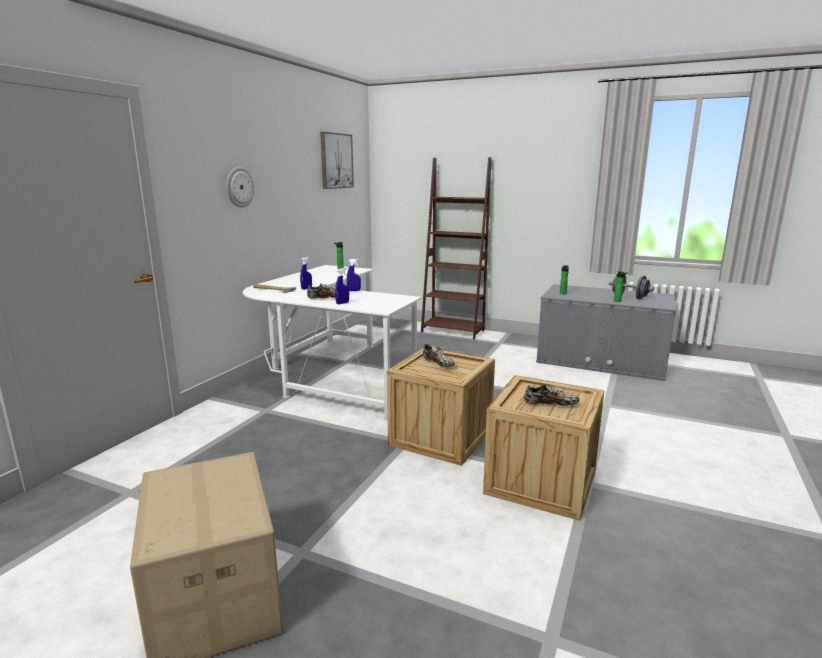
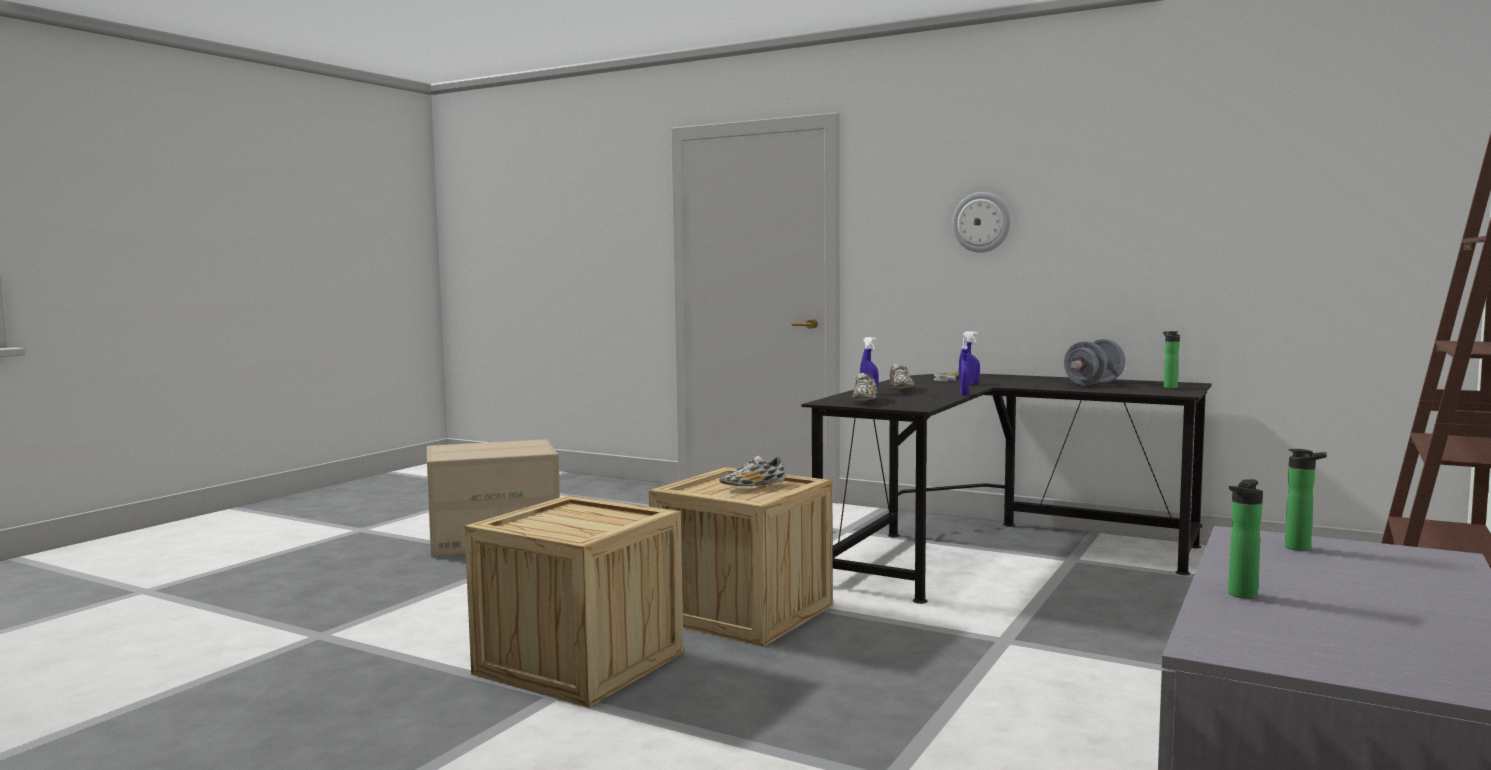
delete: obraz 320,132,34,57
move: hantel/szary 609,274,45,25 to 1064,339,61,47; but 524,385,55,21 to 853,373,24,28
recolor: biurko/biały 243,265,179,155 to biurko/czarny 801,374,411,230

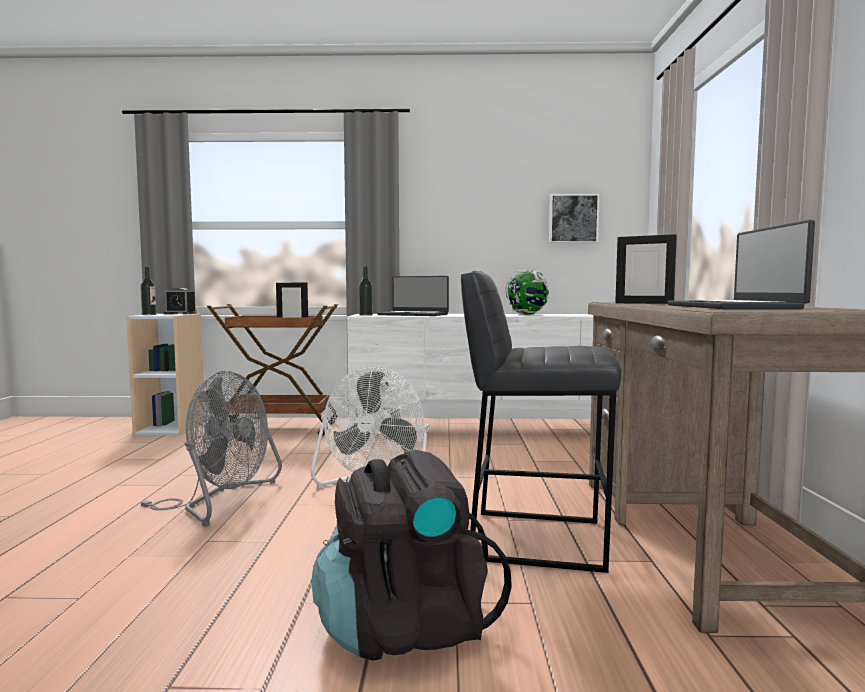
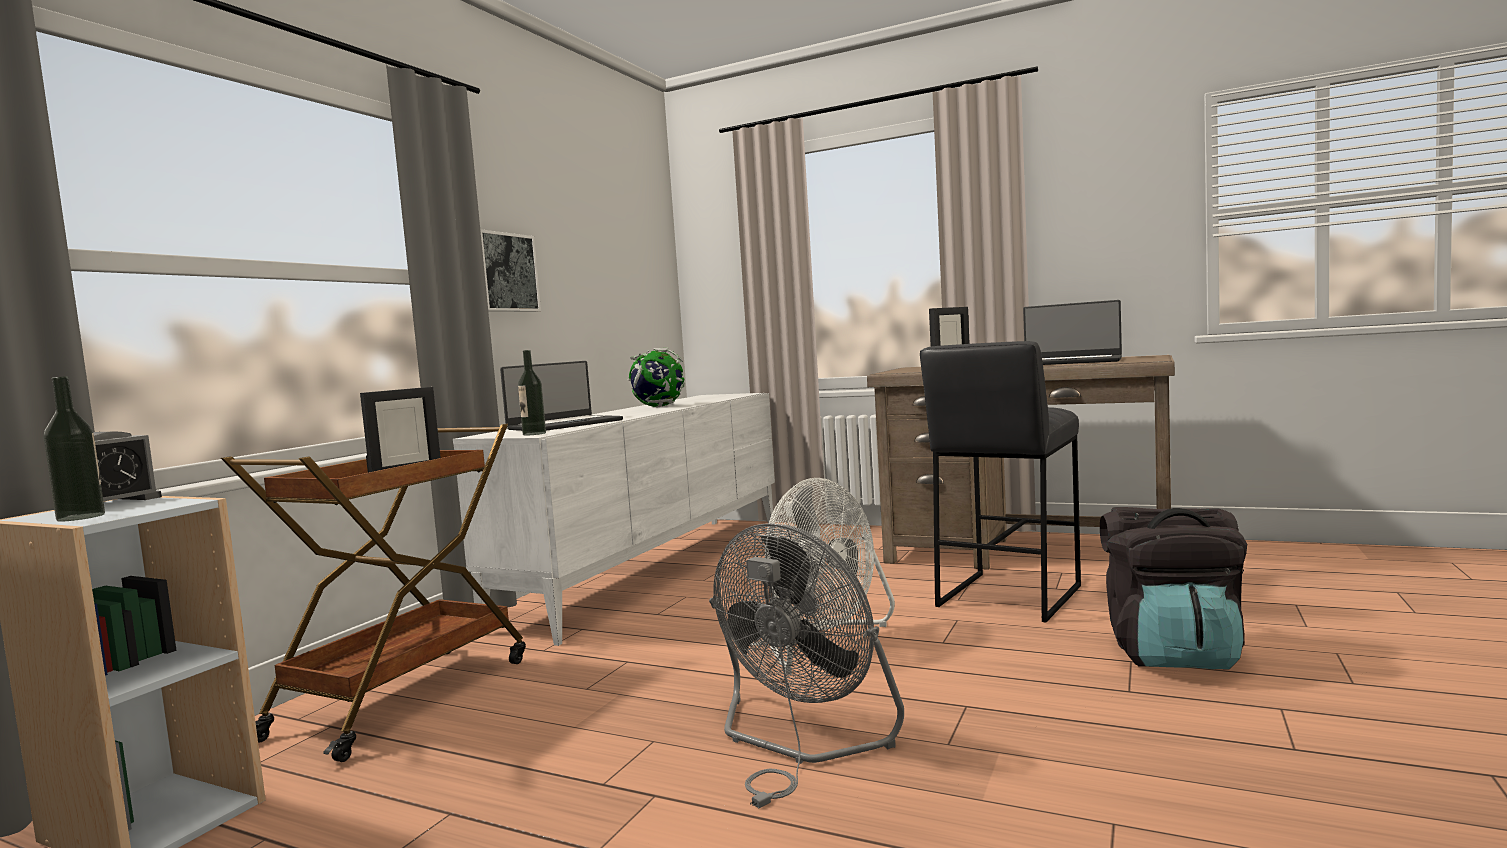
move: obraz 549,194,51,49 to 480,229,61,83

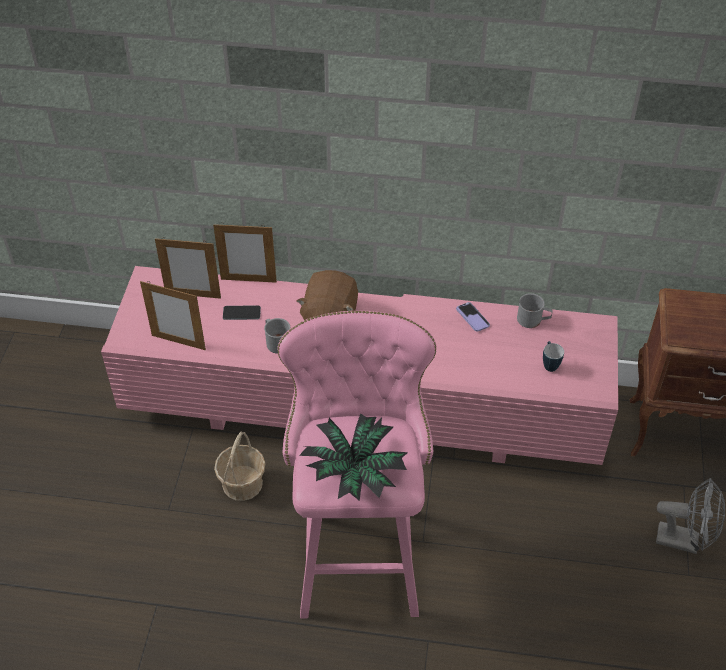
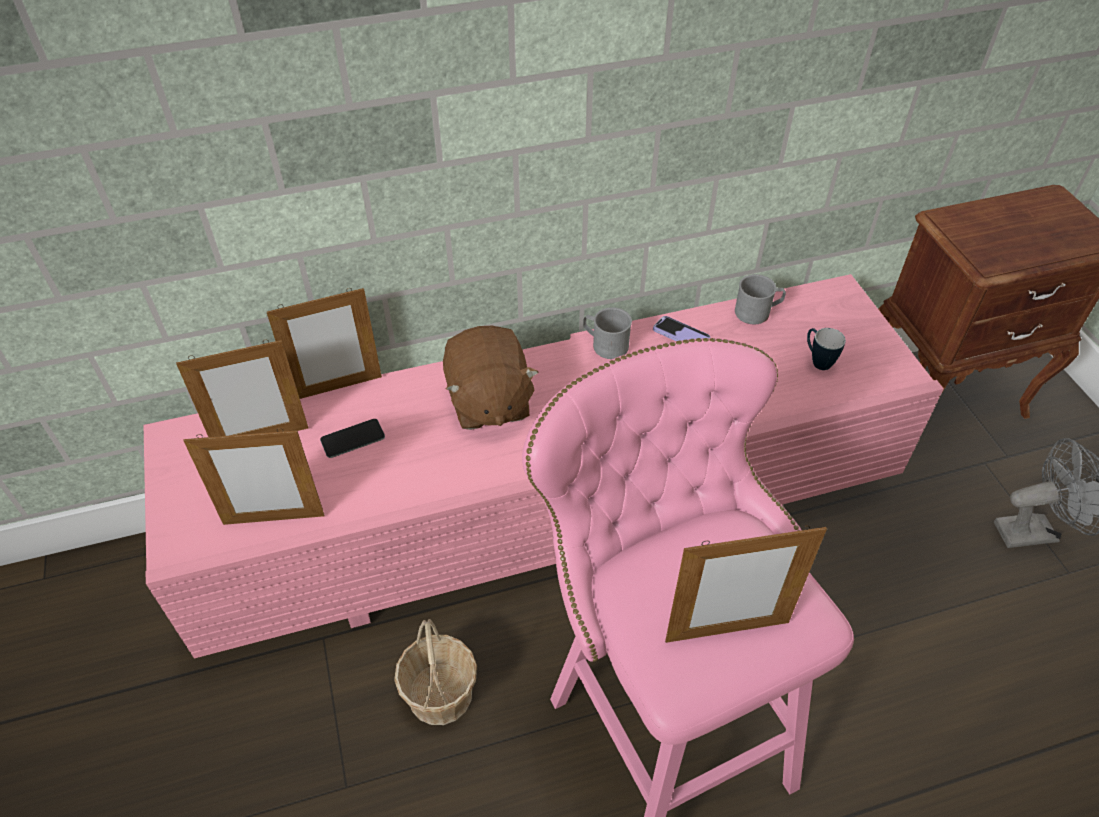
move: kubek/szary 264,318,26,36 to 583,307,49,52
replace: roślina doniczkowa 299,413,109,88 to ramka na zdjęcie 665,526,162,117

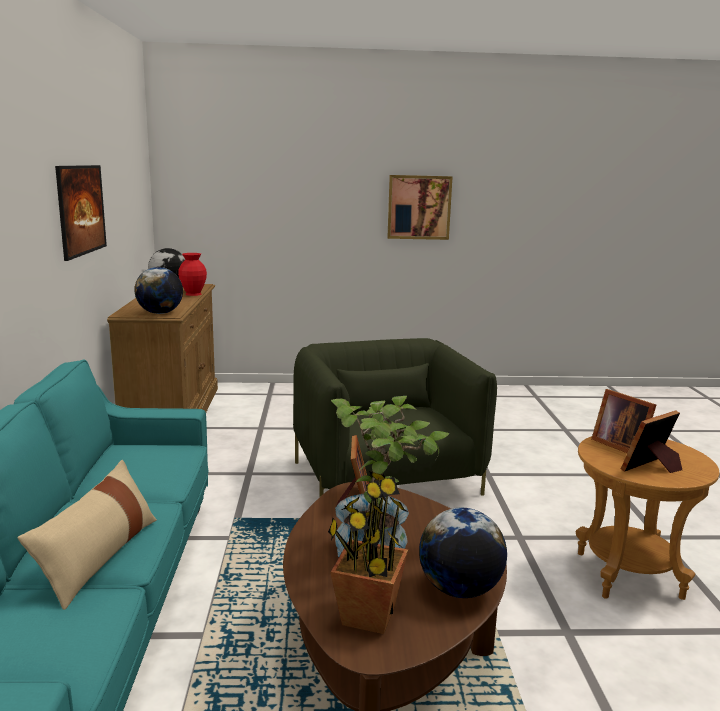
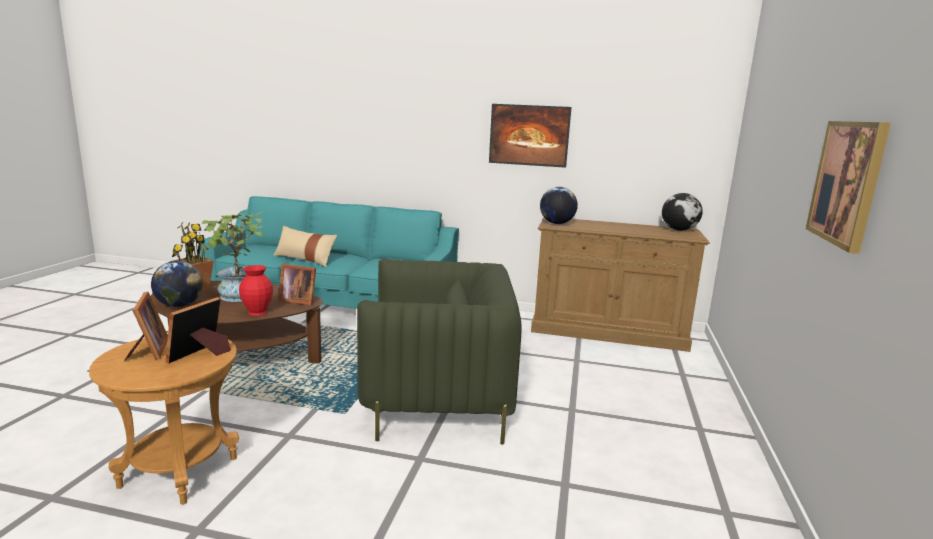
move: wazon/czerwony 178,253,29,43 to 239,265,34,51
rotate: ramka na zdjęcie 591,389,65,64 = 165,297,66,66 45 degrees counterclockwise

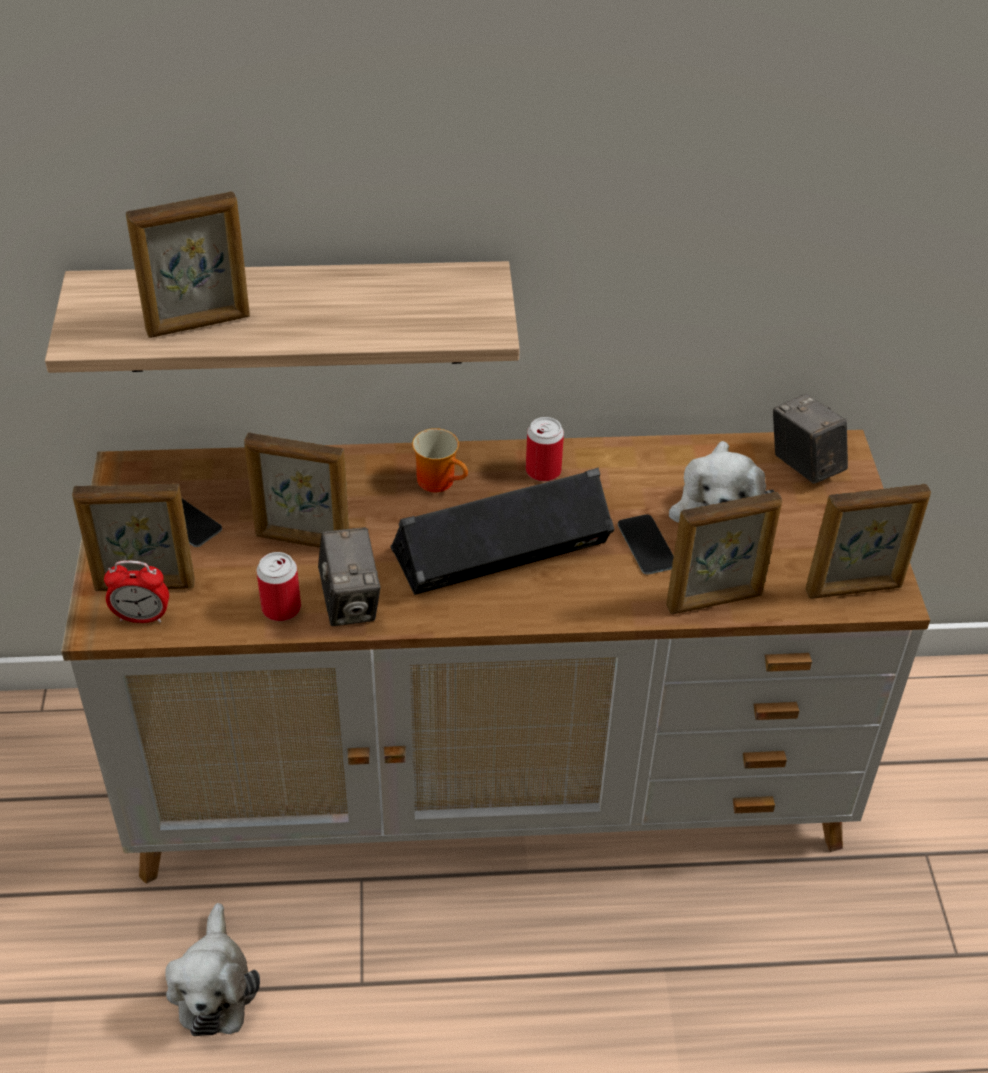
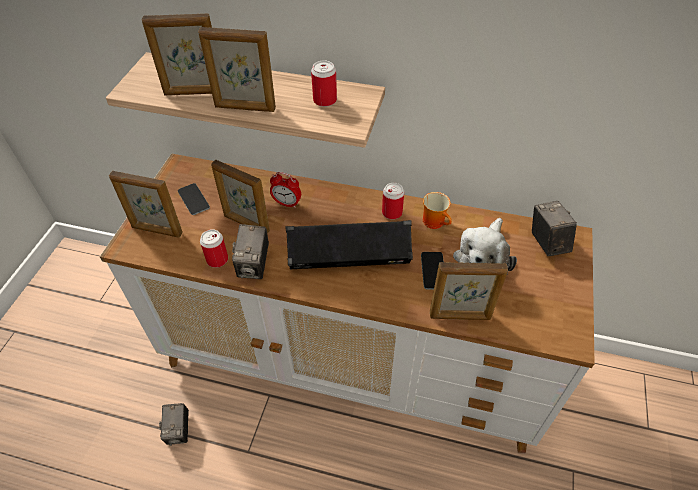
insert: puszka 311,60,26,47
move: kubek 412,428,56,64 to 423,192,29,37; ramka na zdjęcie 805,484,126,115 to 198,27,78,85; budzik 104,560,65,63 to 270,172,31,36
replace: pluszak 165,903,95,133 to aparat fotograficzny 159,403,30,43

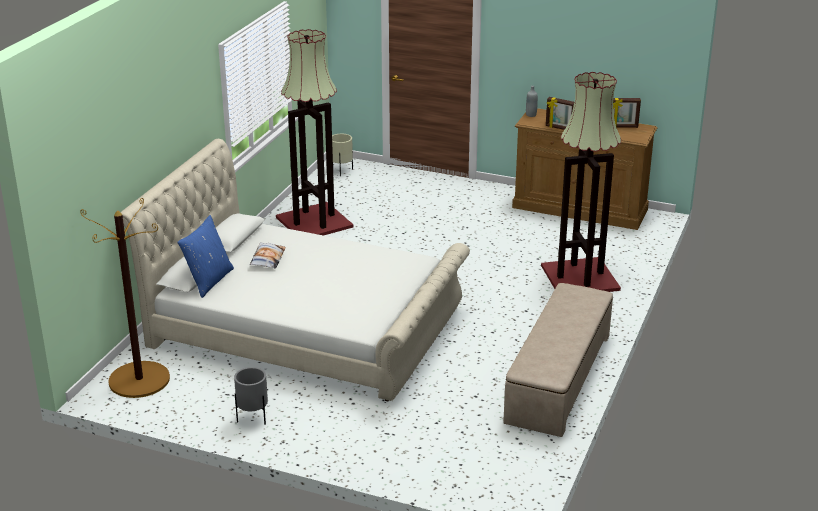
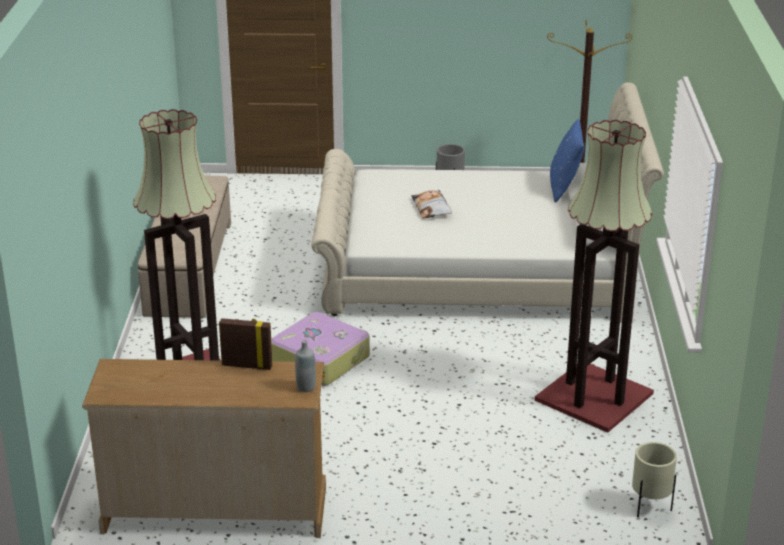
delete: ramka na zdjęcie 613,98,28,30
insert: walizka 271,312,99,74
move: poduszka 250,242,36,27 to 411,190,41,29

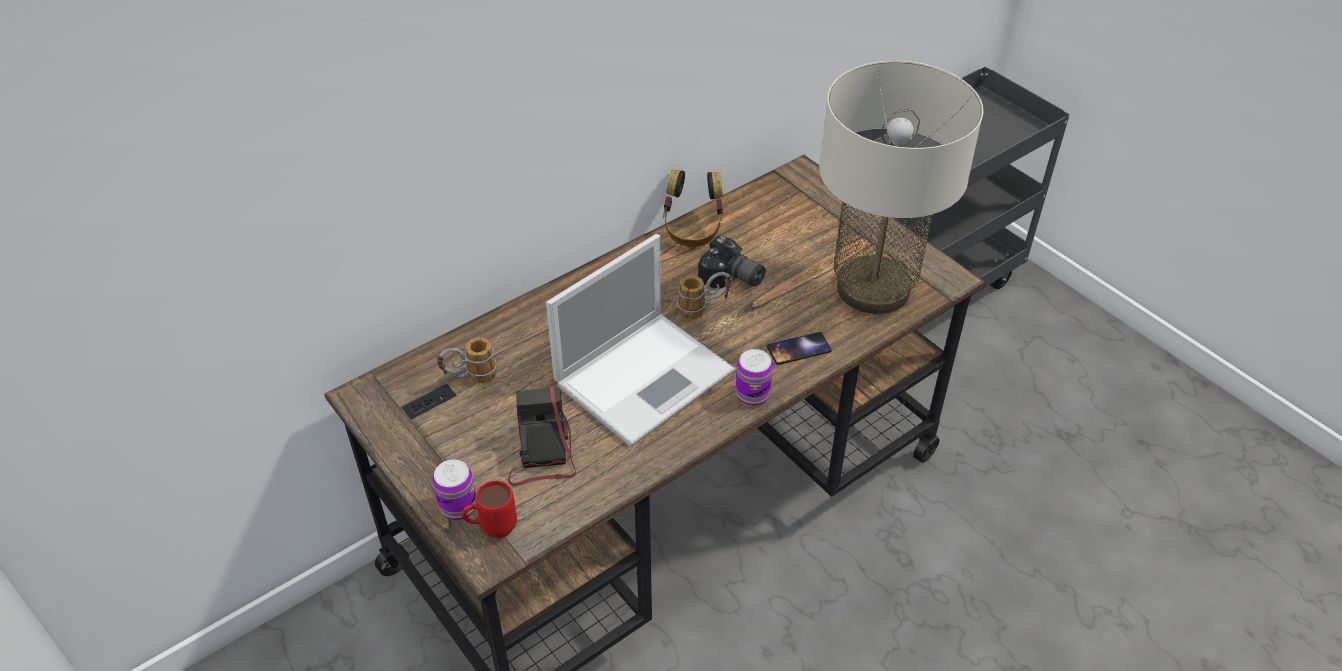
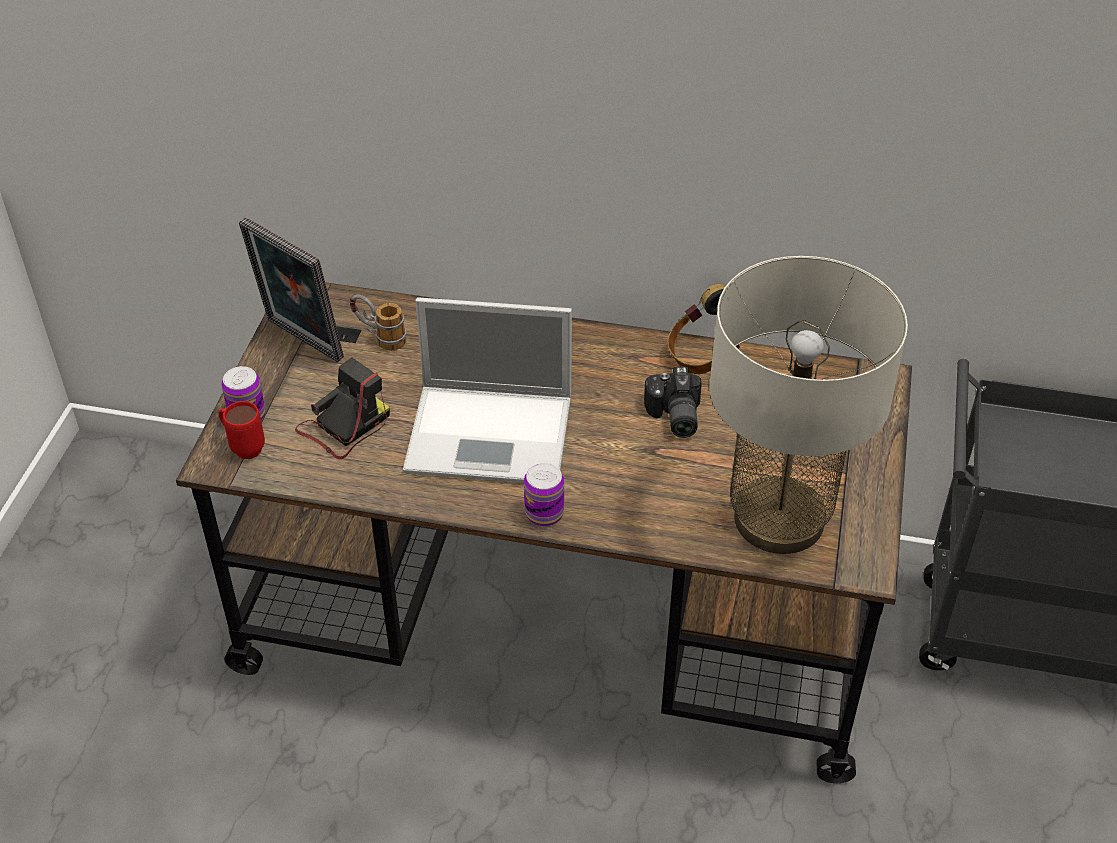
delete: kubek 678,272,54,48; telefon 767,332,65,33
insert: ramka na zdjęcie 239,217,105,145

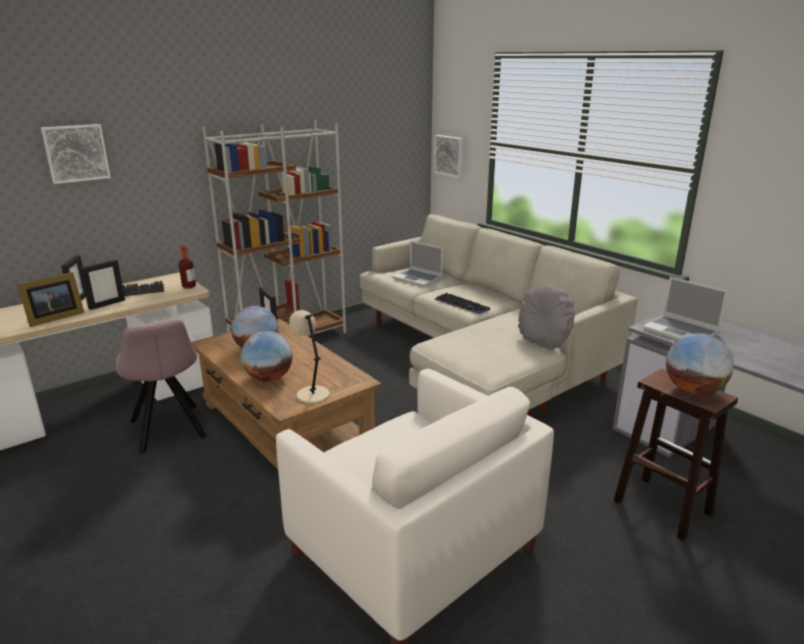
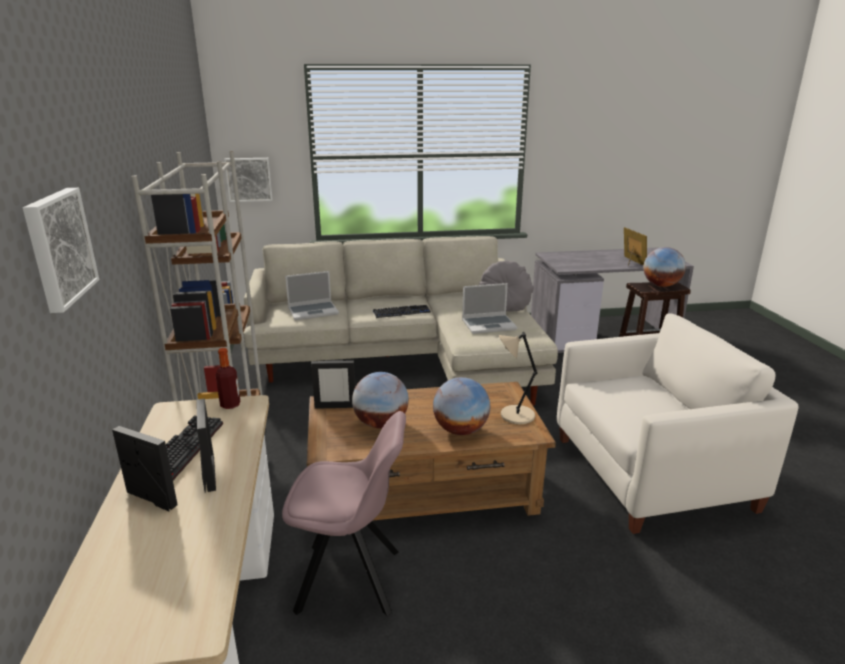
move: ramka na zdjęcie 17,272,67,55 to 624,227,23,39; laptop 643,277,85,63 to 462,283,56,51

